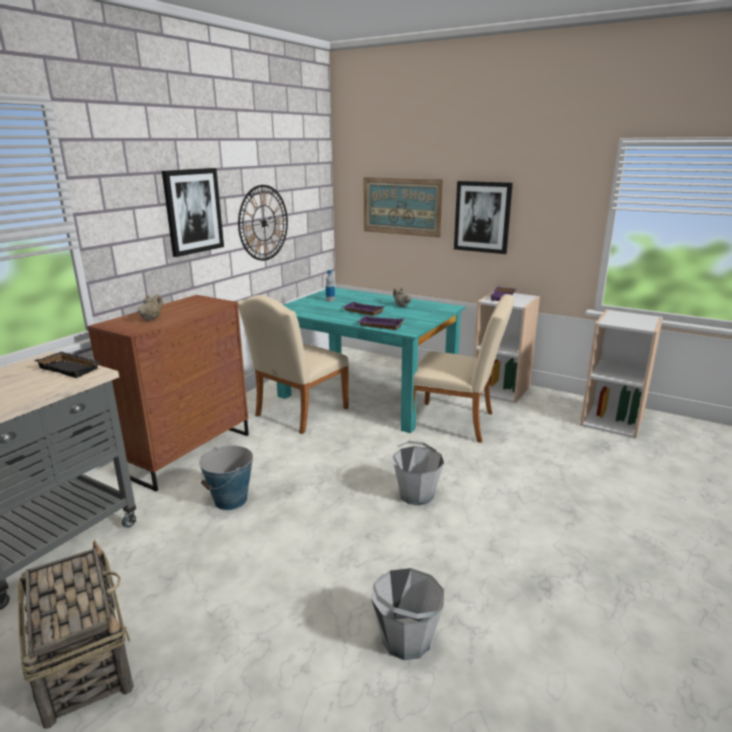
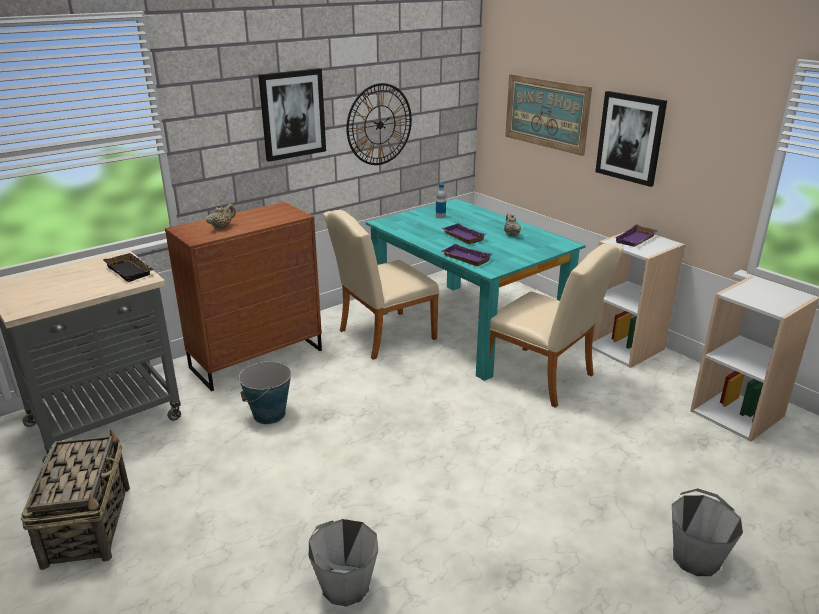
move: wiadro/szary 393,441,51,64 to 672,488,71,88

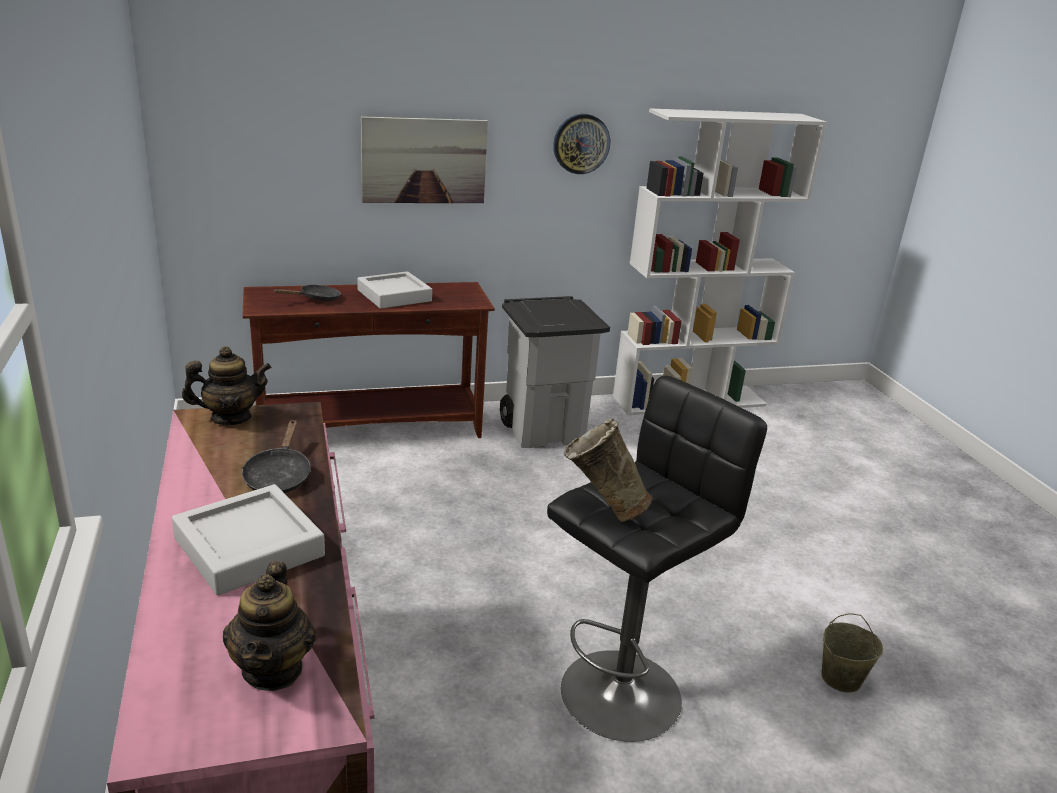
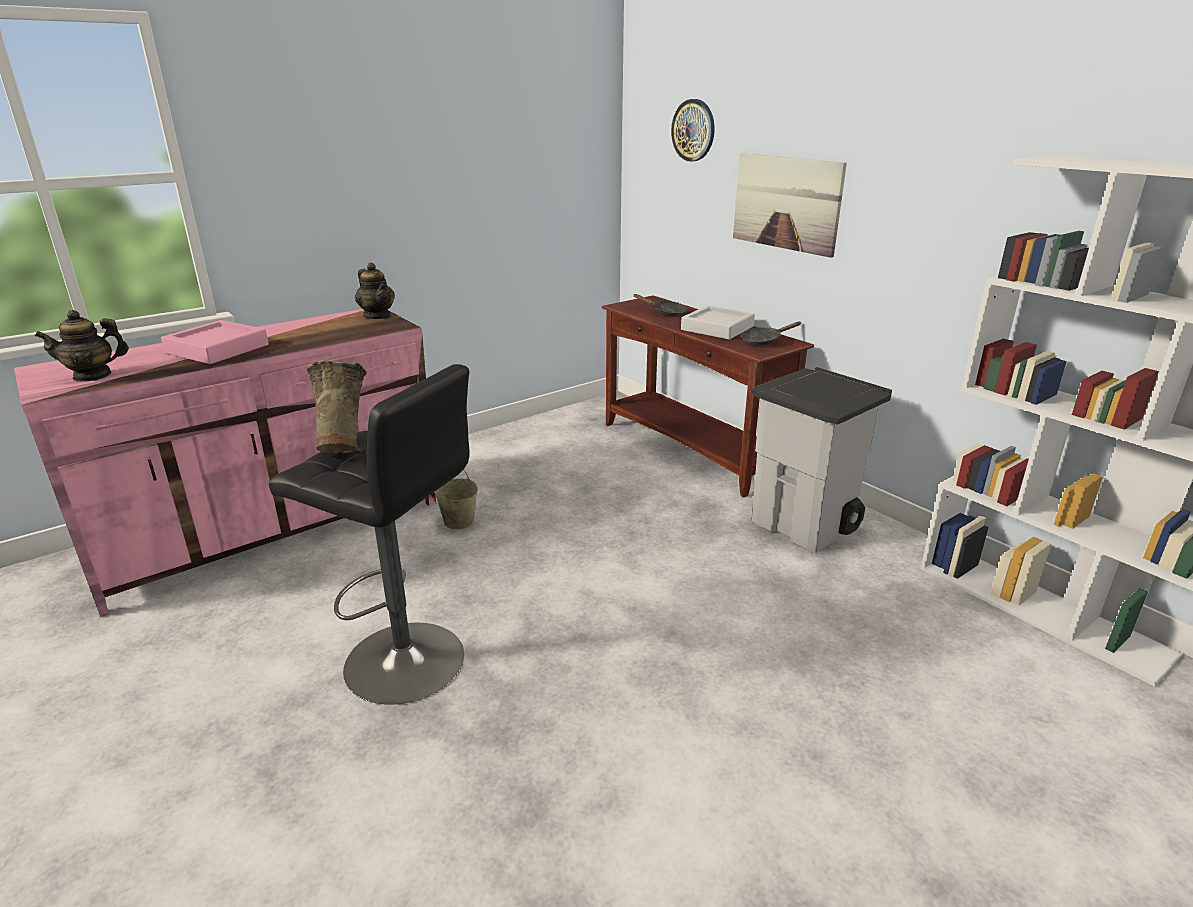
move: zegar ścienny 553,114,57,60 to 671,99,44,63; patelnia/czarny 241,419,70,74 to 741,322,61,24; wiadro/beżowy 821,614,62,79 to 434,469,44,60
recolor: taca/szary 172,484,153,111 to taca/różowy 161,320,108,44

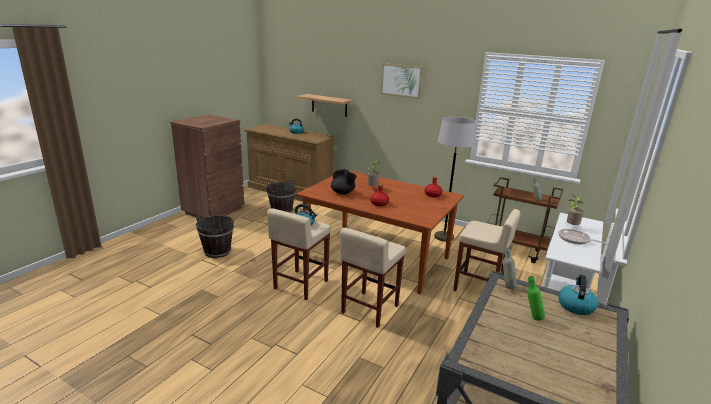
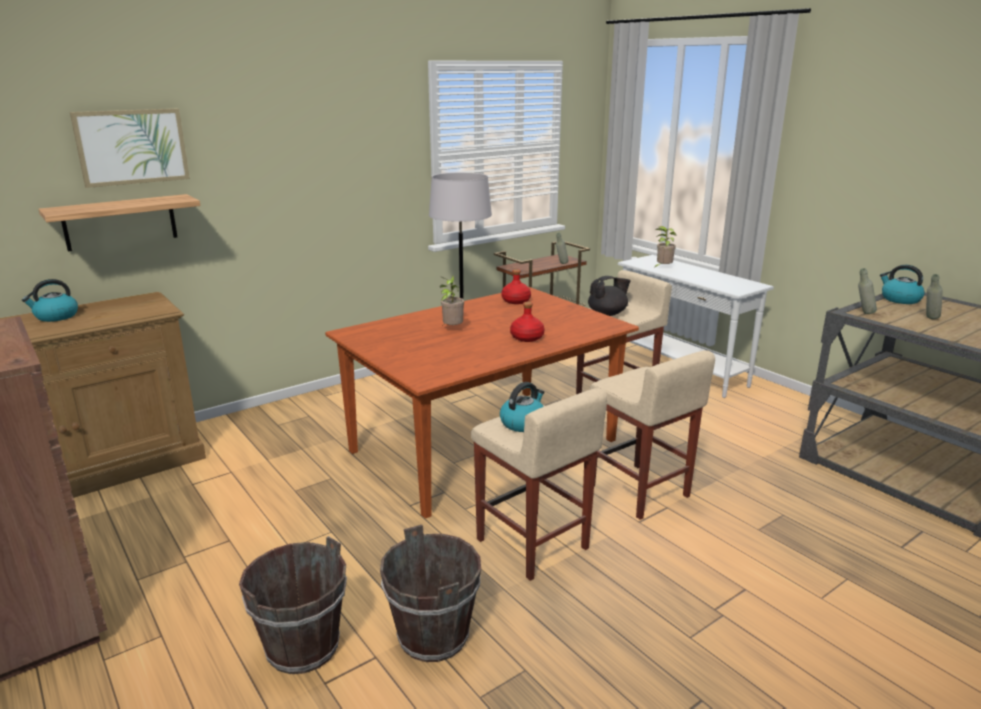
delete: patelnia 558,229,50,16
move: obraz 381,63,42,36 to 70,108,120,80; imbryk/czarny 331,169,26,25 to 588,276,43,40; wiadro/brązowy 266,180,30,33 to 380,525,101,137
recolor: butelka/zielony 527,276,18,45 to butelka/szary 926,274,17,45

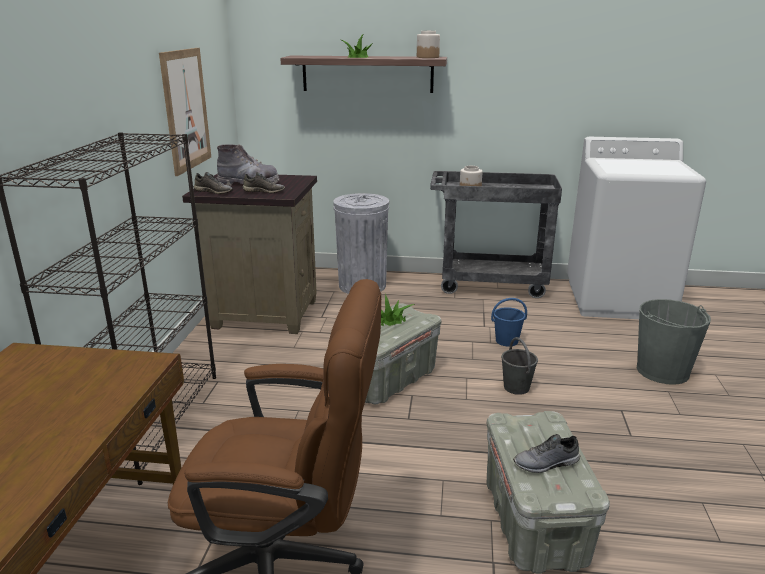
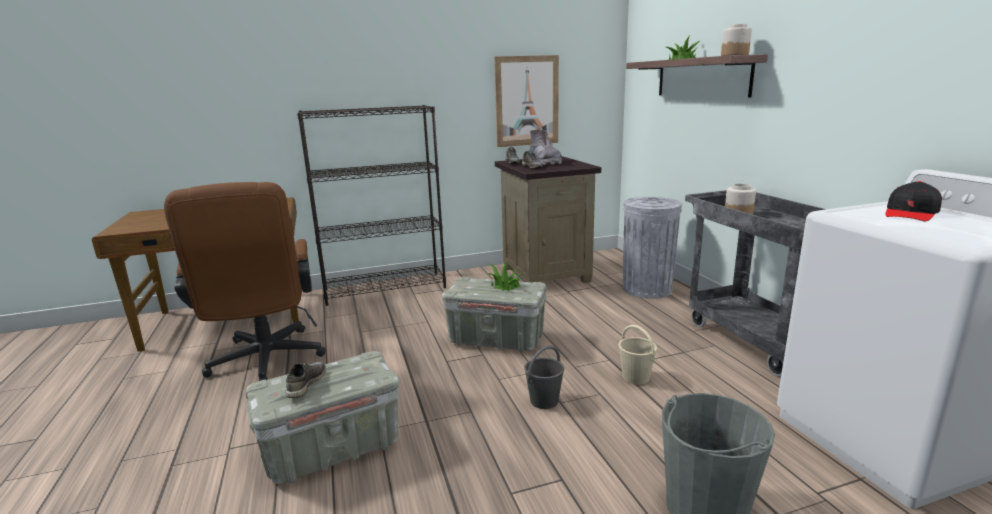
insert: czapka z daszkiem/czarny 885,181,57,40
recolor: wiadro/niebieski 491,298,36,49 to wiadro/beżowy 619,325,38,60
rotate: but/szary 513,434,67,39 = 285,362,41,36 45 degrees clockwise

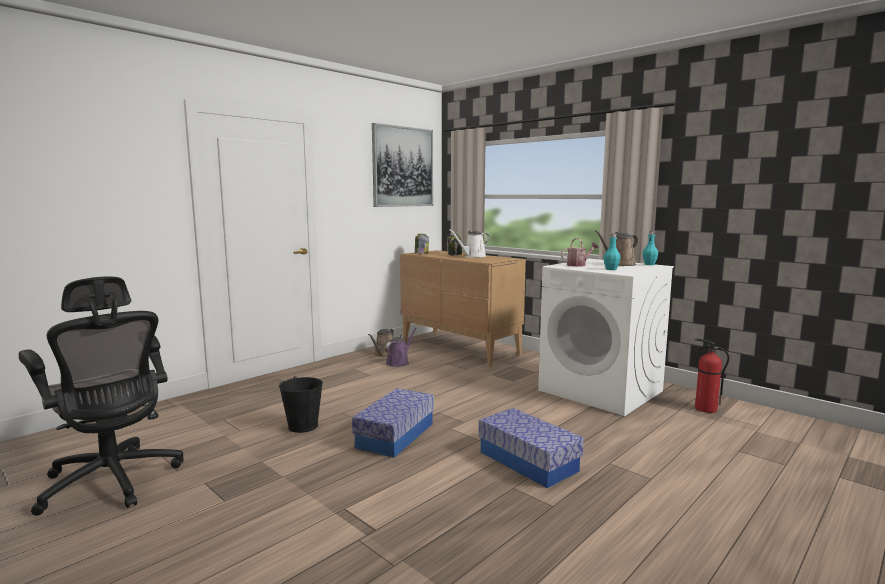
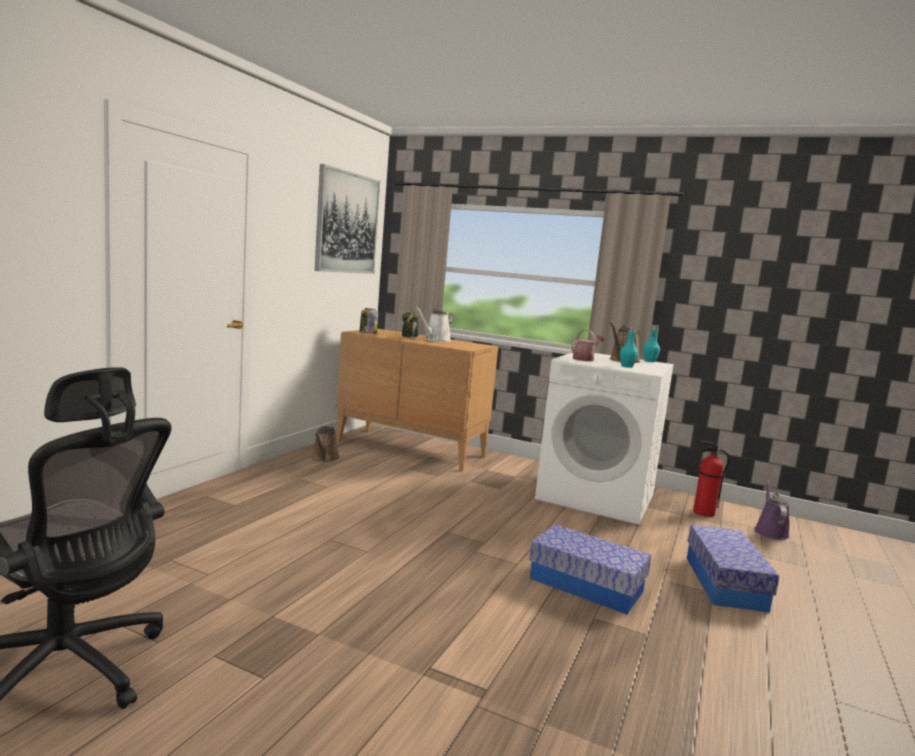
delete: wiadro/czarny 279,376,44,57
move: konewka/fioletowy 385,328,32,39 to 754,480,36,60; pojemnik do przechowywania 352,388,82,70 to 687,524,92,89

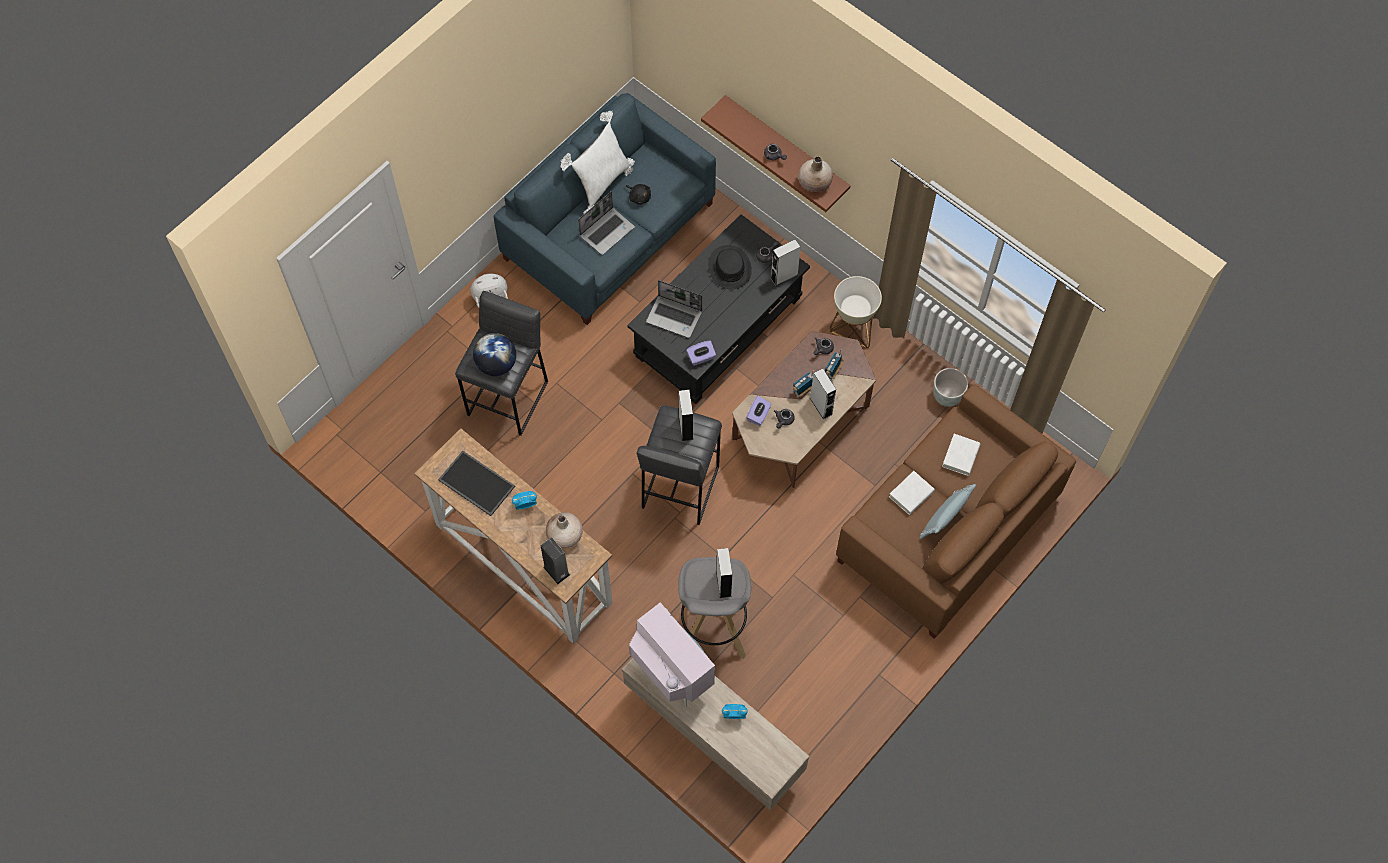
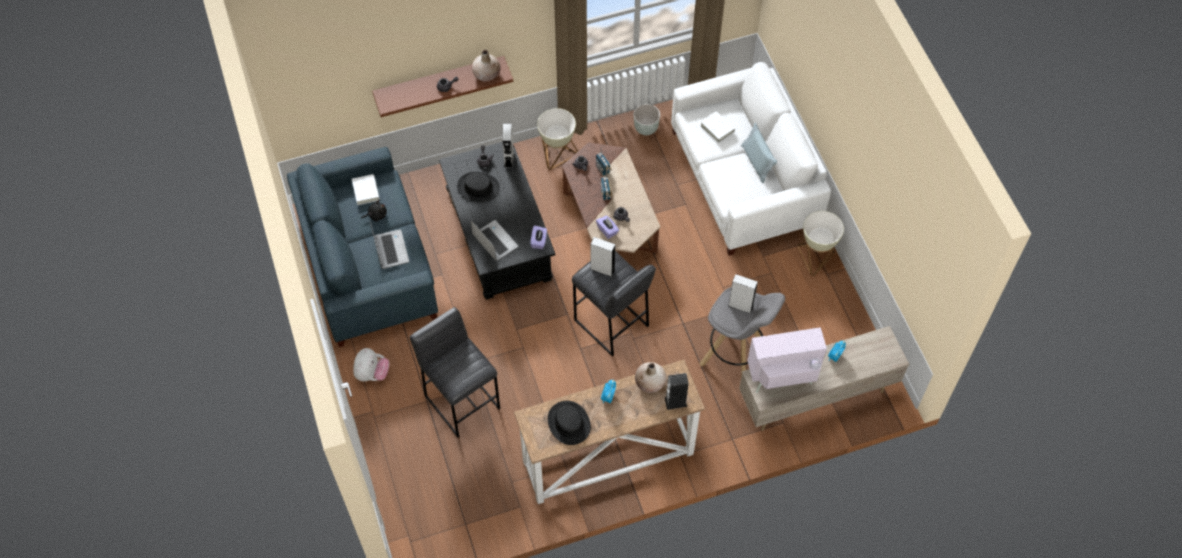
delete: poduszka/biały 560,111,75,103; globus 473,333,43,43; głośnik/szary 810,369,26,50
insert: donica 797,211,47,65
move: książka/biały 889,471,46,44 to 352,174,28,31
replace: taca 438,450,77,66 to kapelusz/czarny 548,401,43,44
recolor: kanapa/brązowy 836,384,240,255 to kanapa/biały 671,62,160,194
rotate: laptop 646,280,57,58 = 471,220,47,41 90 degrees counterclockwise

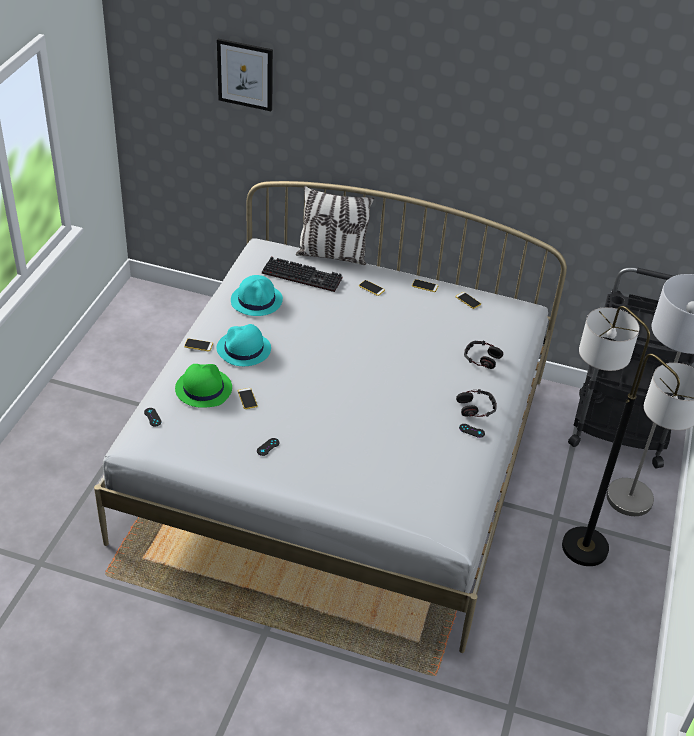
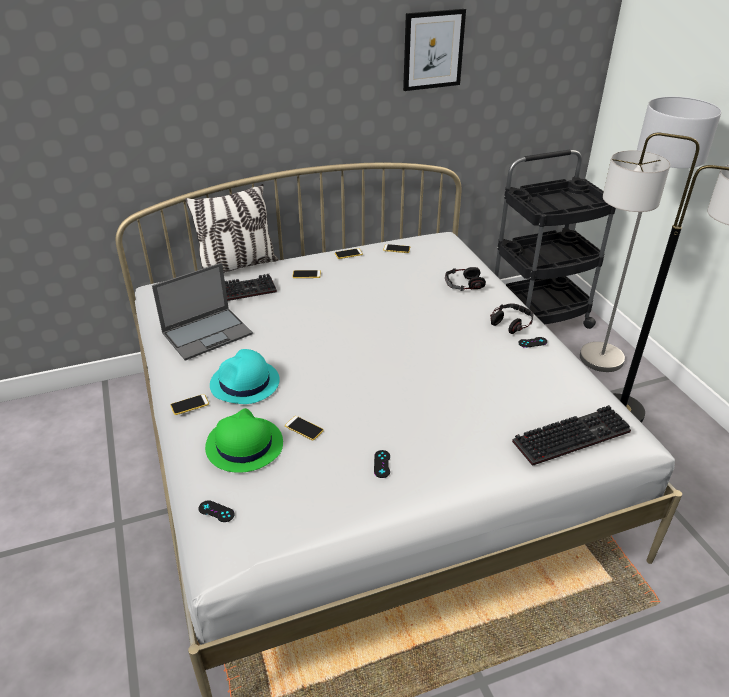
insert: klawiatura 512,405,119,61
move: obraz 217,39,56,72 to 403,9,63,82
replace: kapelusz/turkusowy 231,275,52,41 to laptop 152,263,101,97

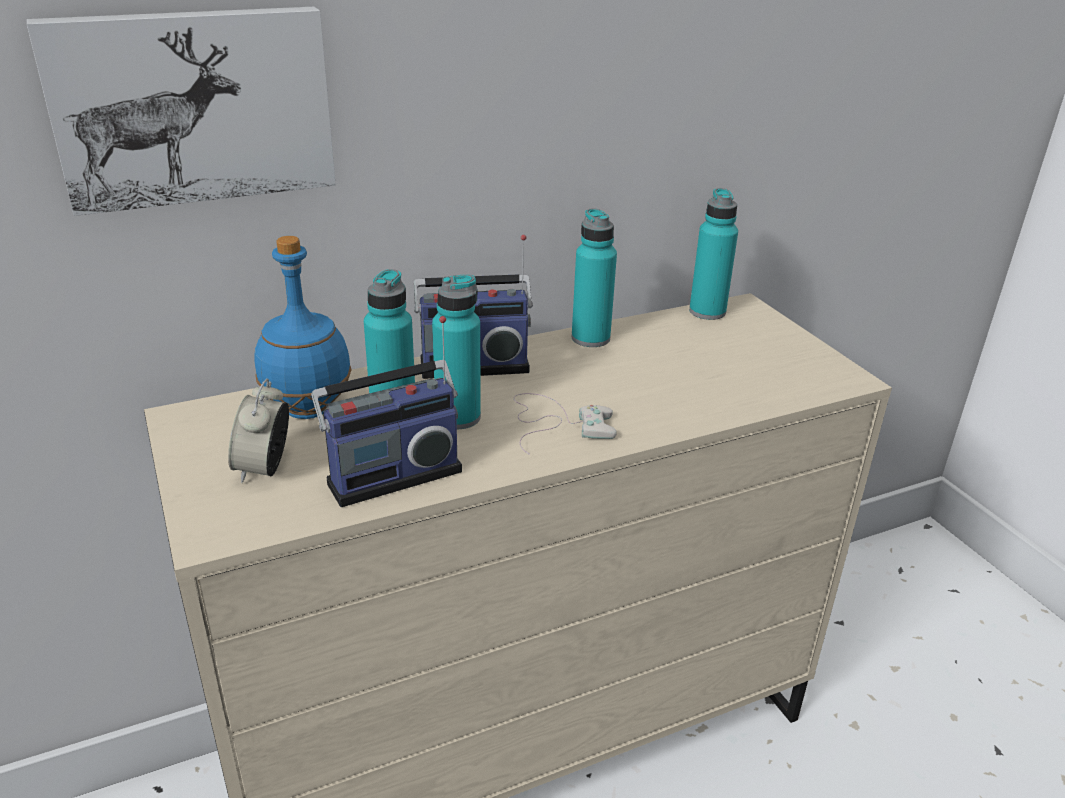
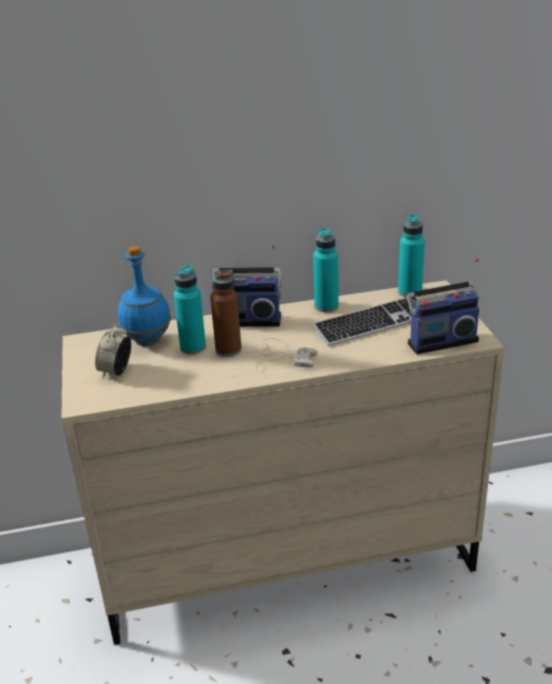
delete: obraz 27,7,309,209
insert: klawiatura 313,297,106,49
move: radio 311,316,151,191 to 406,258,74,96
recolor: butelka/turkusowy 432,275,49,154 to butelka/brązowy 210,270,32,87

